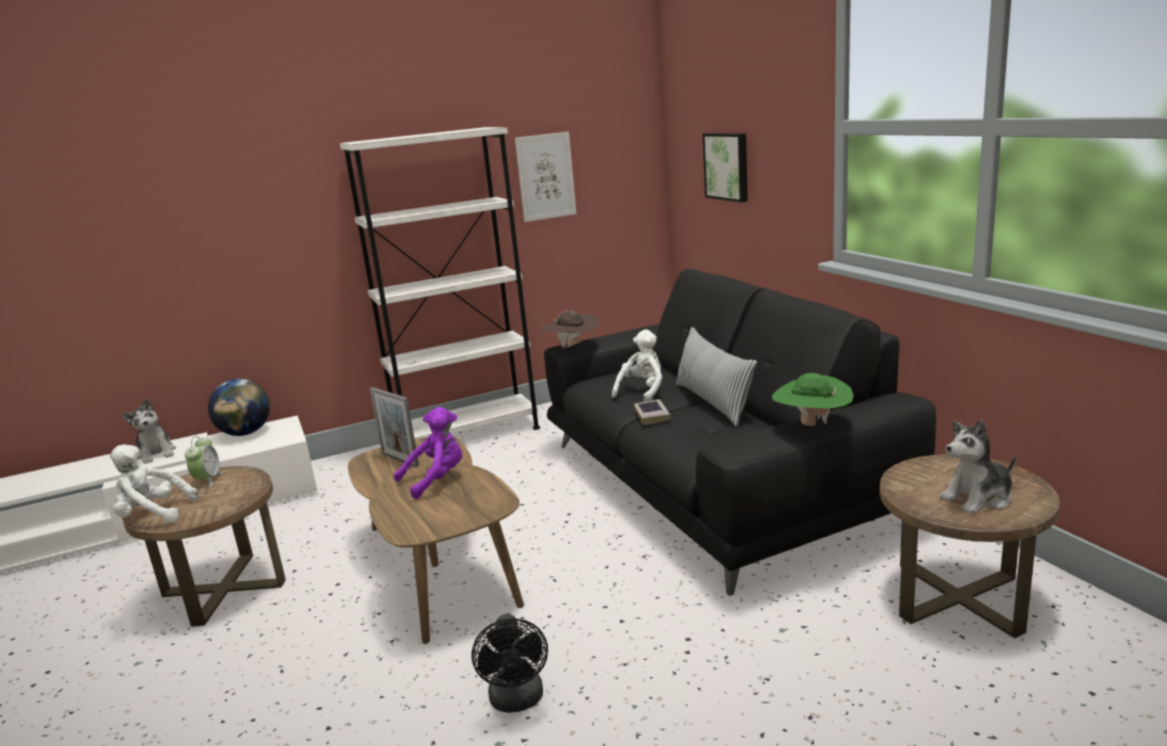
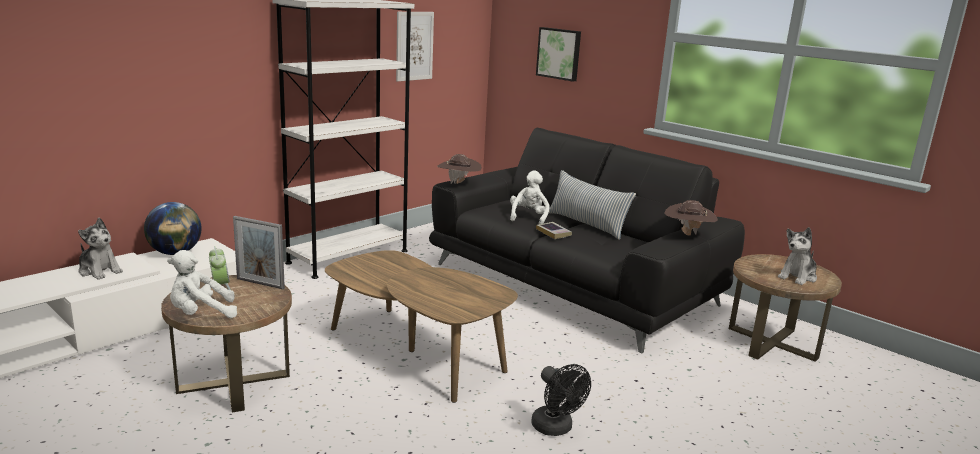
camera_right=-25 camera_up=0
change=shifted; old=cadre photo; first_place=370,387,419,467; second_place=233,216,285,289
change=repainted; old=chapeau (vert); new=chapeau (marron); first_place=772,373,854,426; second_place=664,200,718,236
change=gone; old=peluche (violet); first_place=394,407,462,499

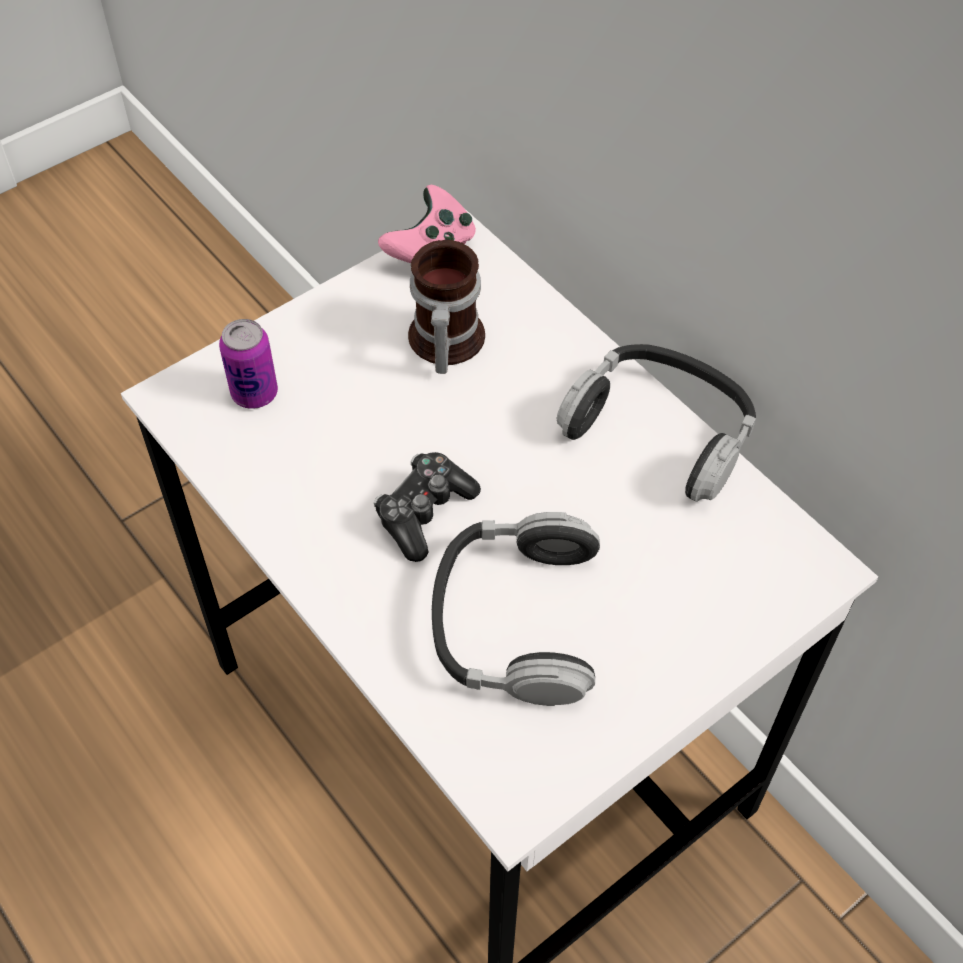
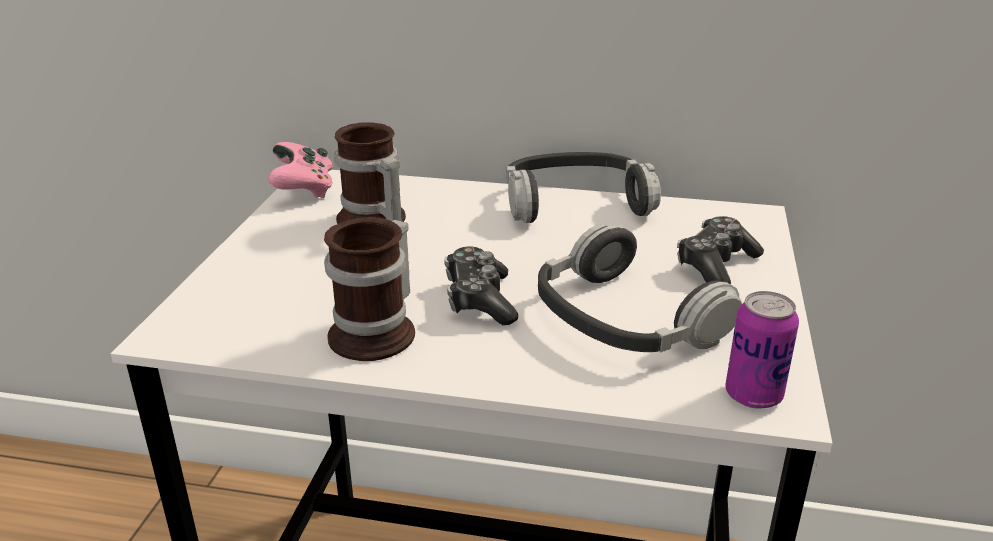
camera_right=-40 camera_up=-25
change=new; new=mug; second_place=324,217,415,361
change=new; new=manette; second_place=677,216,764,284
change=shifted; old=boîte métallique; first_place=219,319,278,409; second_place=725,291,799,409

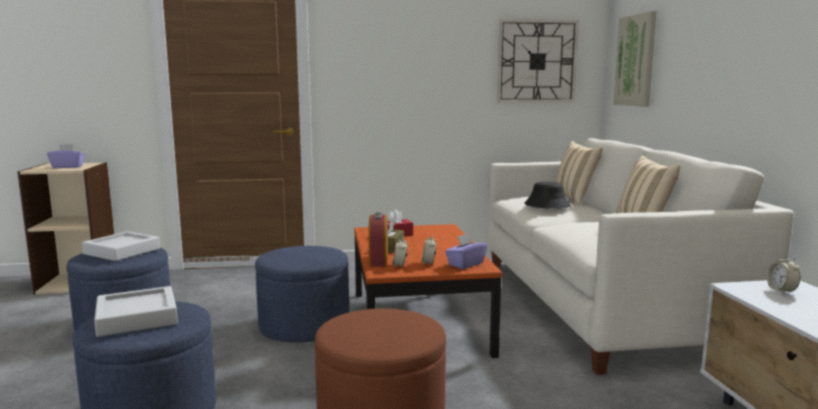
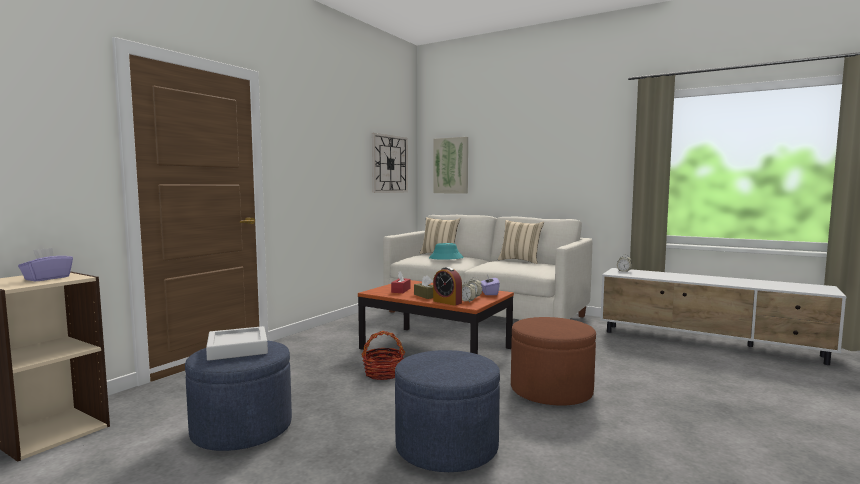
camera_right=-50 camera_up=-5
change=swapped; old=pouf (bleu); new=panier; first_place=255,246,349,343; second_place=361,331,405,380
change=repainted; old=chapeau (noir); new=chapeau (turquoise); first_place=525,182,571,209; second_place=429,243,464,260
change=gone; old=plateau (gris); first_place=94,286,178,337

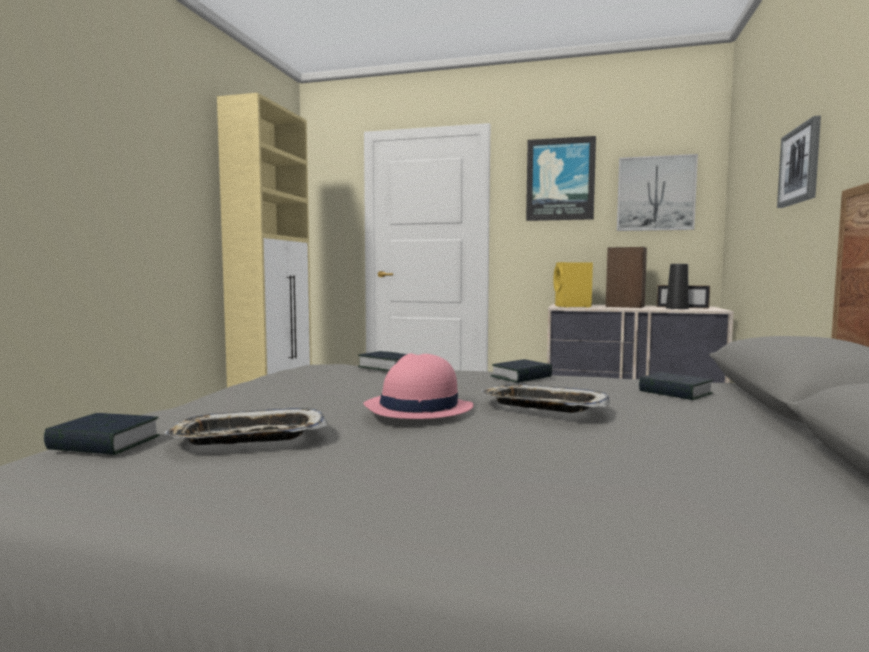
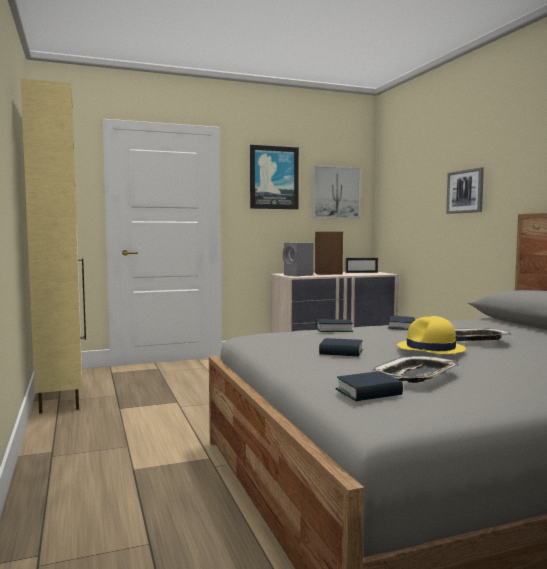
camera_right=-35 camera_up=0
change=repainted; old=enceinte (jaune); new=enceinte (gris); first_place=553,262,593,307; second_place=283,243,314,277
change=shifted; old=livre; first_place=639,372,713,400; second_place=319,338,363,357
change=repainted; old=chapeau (rose); new=chapeau (jaune); first_place=363,353,473,419; second_place=397,316,466,354
change=gone; old=vase (noir); first_place=666,264,689,309

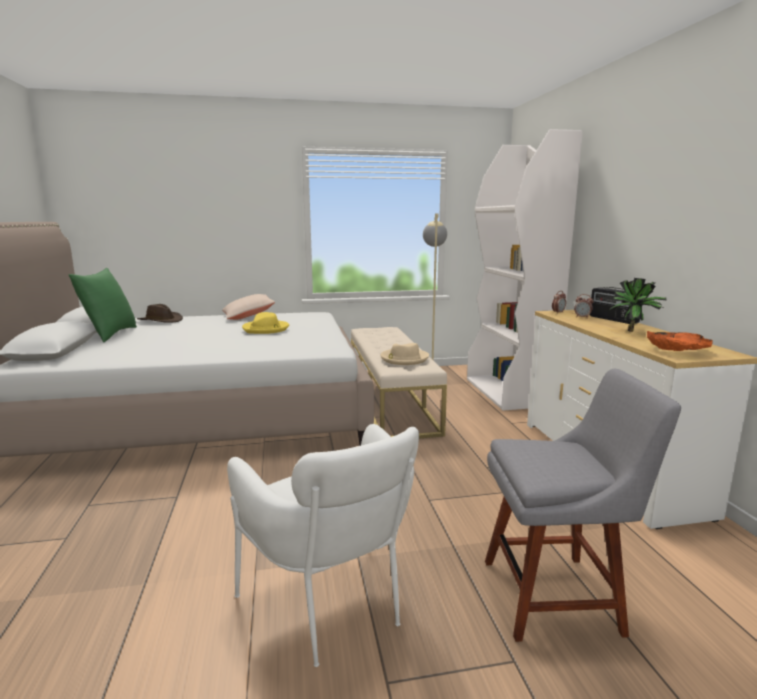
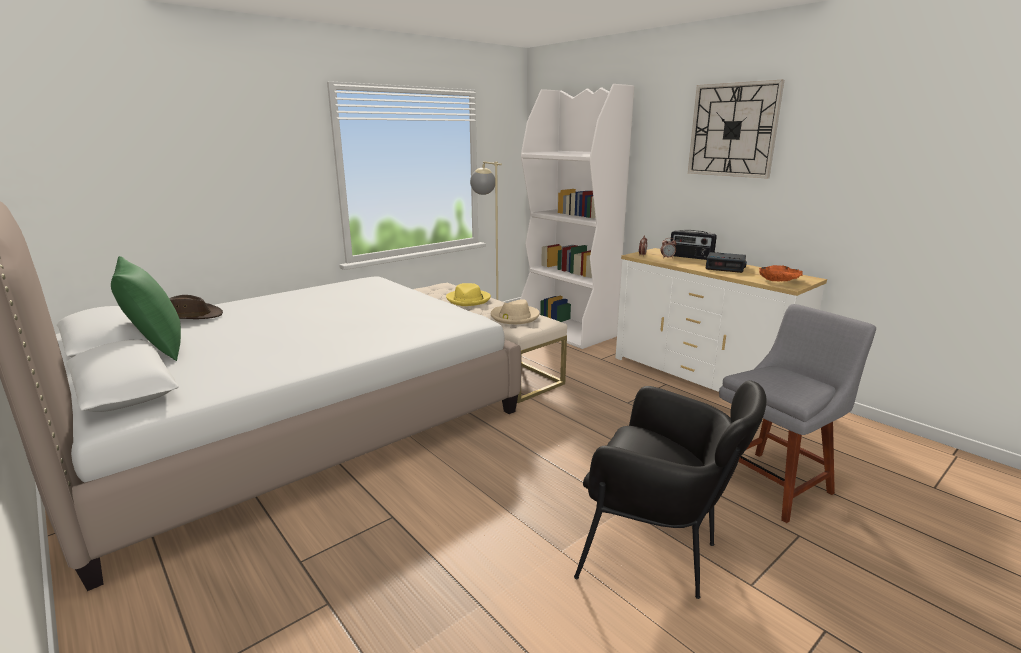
camera_right=-30 camera_up=5
change=shifted; old=chapeau (jaune); first_place=242,312,289,334; second_place=446,283,491,306
change=repainted; old=fauteuil (blanc); new=fauteuil (noir); first_place=227,424,419,667; second_place=574,380,766,599
change=new; new=horloge murale; second_place=688,79,784,179
change=swapped; old=plante en pot; new=réveil; first_place=609,278,667,332; second_place=706,252,747,273
change=gone; old=coussin (beige); first_place=222,294,275,320

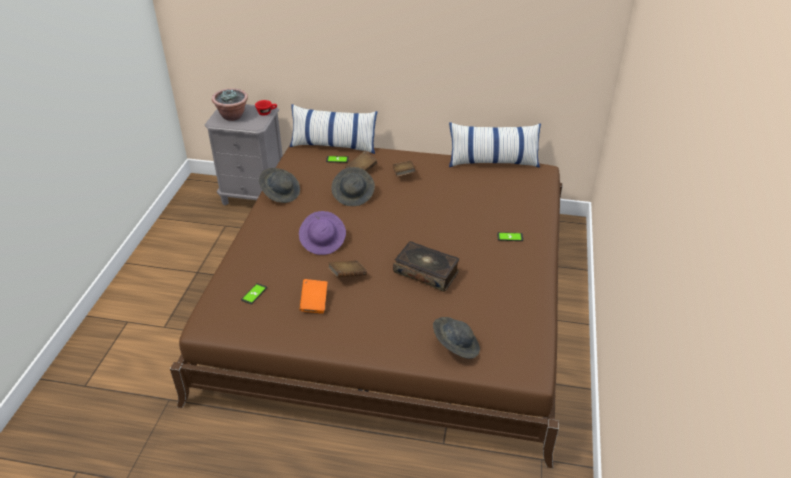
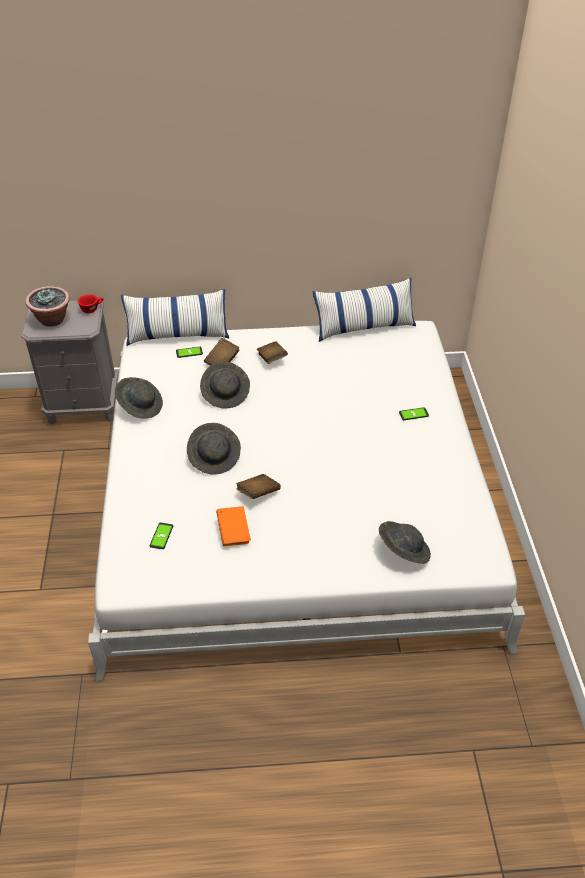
camera_right=-15 camera_up=5
change=repainted; old=lit (marron); new=lit (blanc); first_place=170,145,562,468; second_place=88,321,525,681
change=repainted; old=chapeau (violet); new=chapeau (gris); first_place=299,211,346,255; second_place=187,423,241,475
change=gone; old=livre; first_place=393,241,459,292

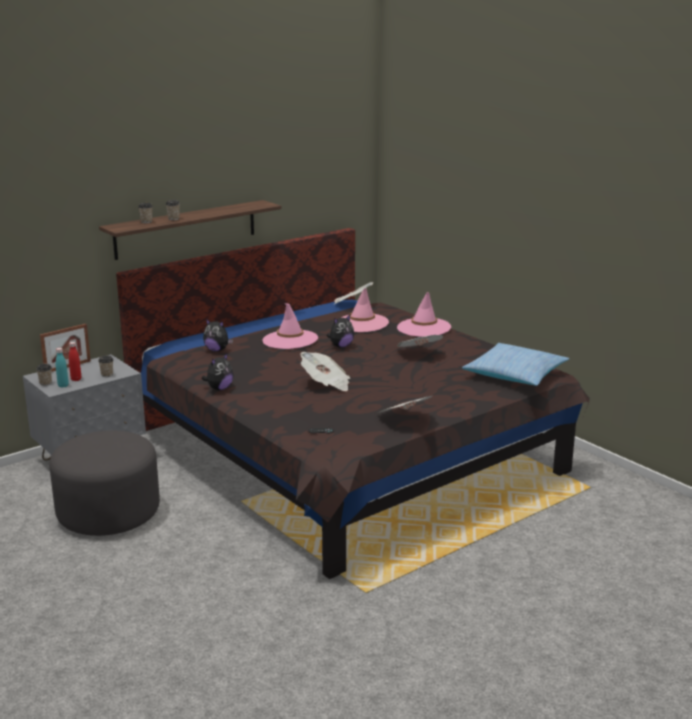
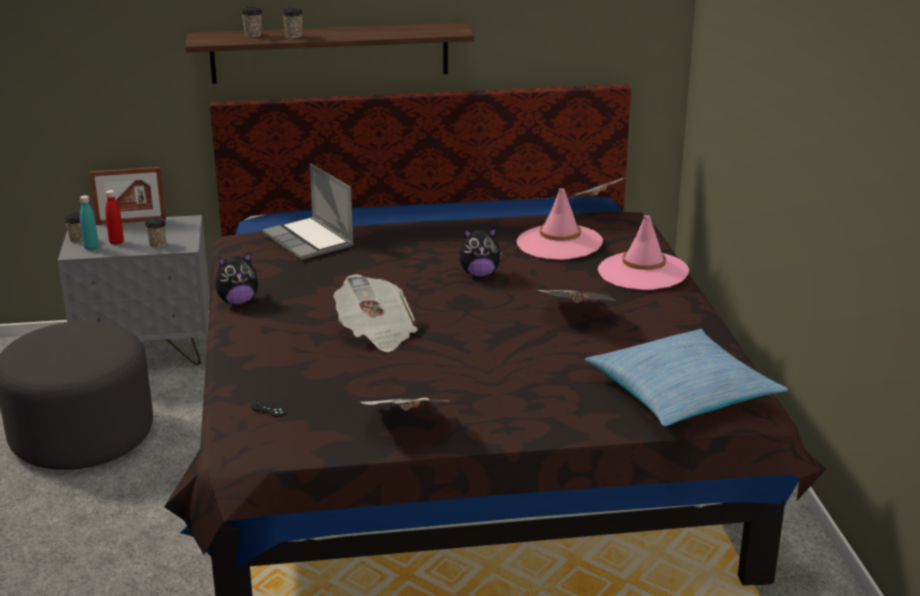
camera_right=30 camera_up=5
change=swapped; old=peluche; new=ordinateur portable; first_place=203,319,233,352; second_place=263,163,354,260
change=gone; old=chapeau (rose); first_place=263,303,318,349

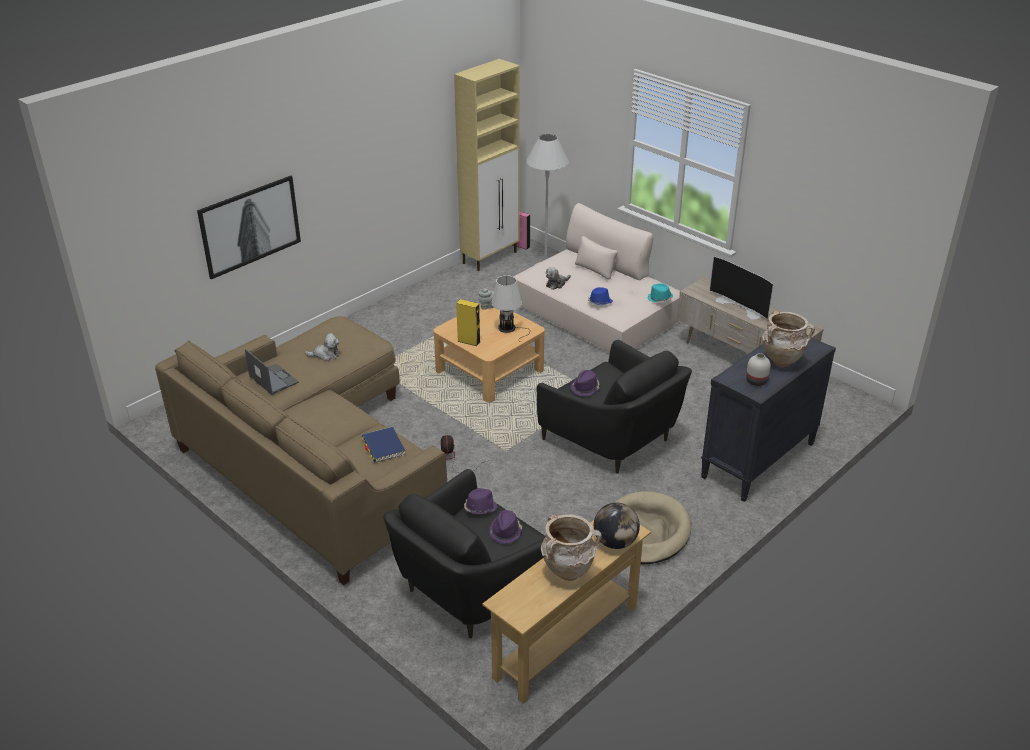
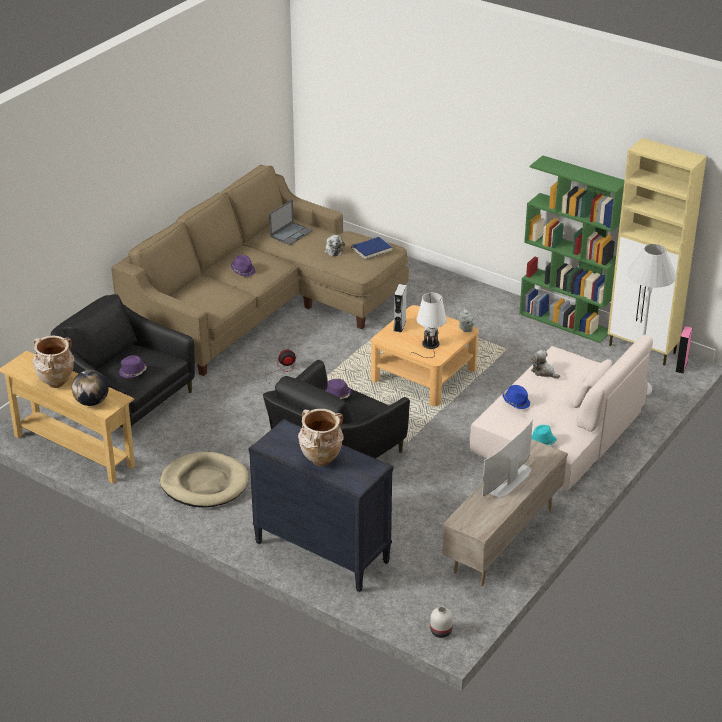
camera_right=80 camera_up=0
change=shifted; old=chapeau (violet); first_place=464,488,498,514; second_place=231,255,255,277
change=shifted; old=livre (bleu); first_place=362,427,405,462; second_place=351,237,392,260
change=repainted; old=enceinte (jaune); new=enceinte (gris); first_place=456,299,480,346; second_place=394,284,407,332
change=shifted; old=vase (blanc); first_place=746,353,771,386; second_place=430,606,453,638
change=new; new=bibliothèque (vert); second_place=519,155,624,343
change=gone; old=tableau; first_place=197,176,301,279

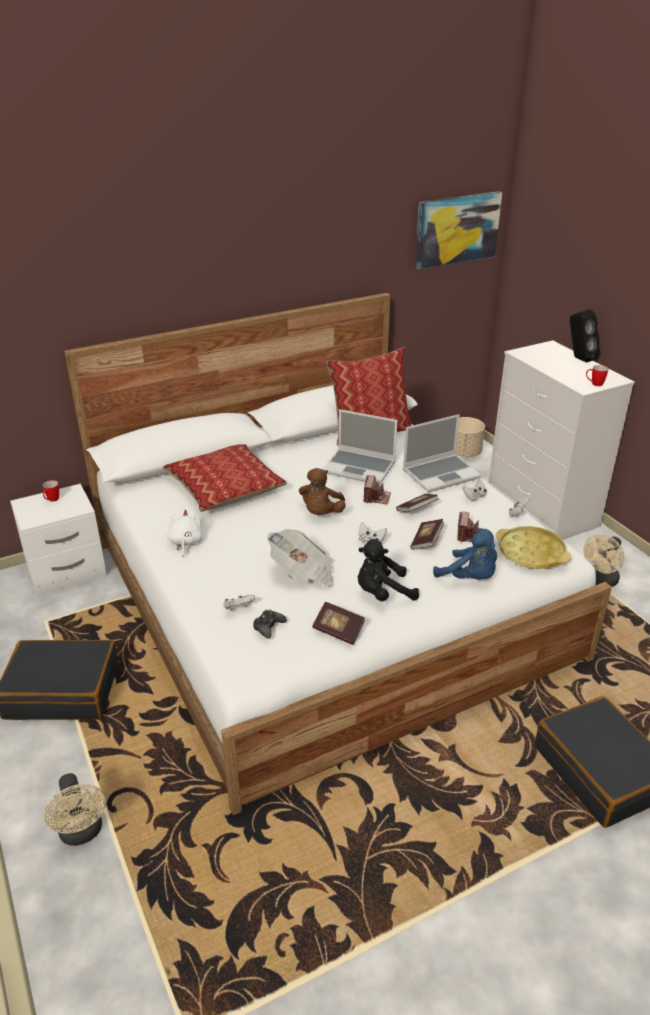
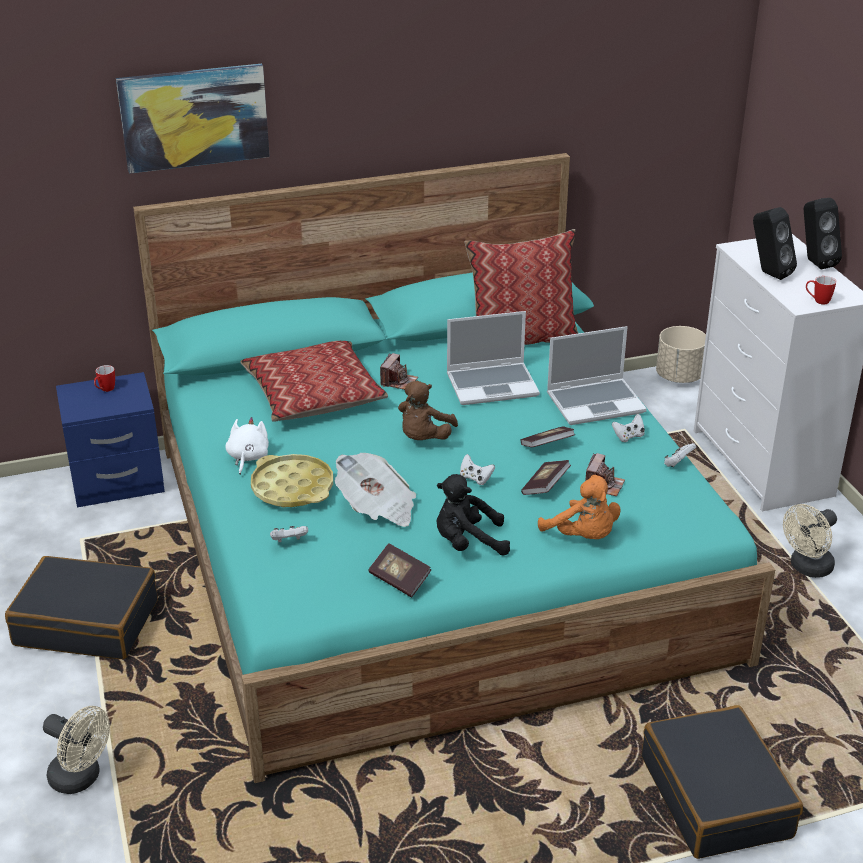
camera_right=10 camera_up=0
change=rotated; old=ventilateur (beige); first_place=44,773,106,846; second_place=43,706,110,794; degrees=-45
change=repainted; old=table de chevet (blanc); new=table de chevet (bleu); first_place=10,484,107,596; second_place=56,372,165,507
change=shifted; old=tableau; first_place=415,191,503,270; second_place=116,64,270,174
change=repainted; old=lit (blanc); new=lit (turquoise); first_place=64,293,612,815; second_place=133,153,775,783
change=shifted; old=plateau (jaune); first_place=496,526,571,569; second_place=251,454,333,507
change=shifted; old=appareil photo; first_place=364,475,391,504; second_place=380,353,418,390
change=rotated; old=ordinateur portable; first_place=323,409,397,485; second_place=447,311,540,405; degrees=-45
change=repainted; old=peluche (bleu); new=peluche (orange); first_place=433,528,497,579; second_place=538,475,620,539
change=new; new=enceinte (noir); second_place=753,207,797,280
change=gone; old=manette (noir); first_place=253,610,287,639

